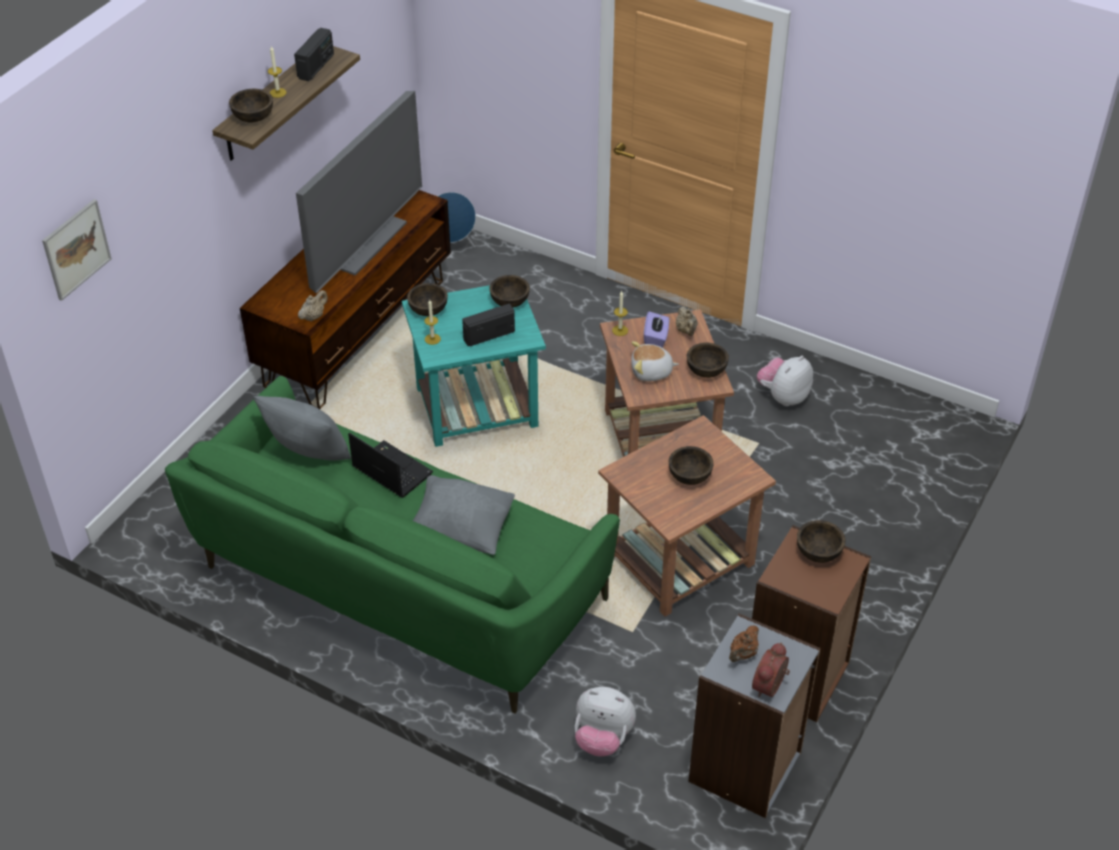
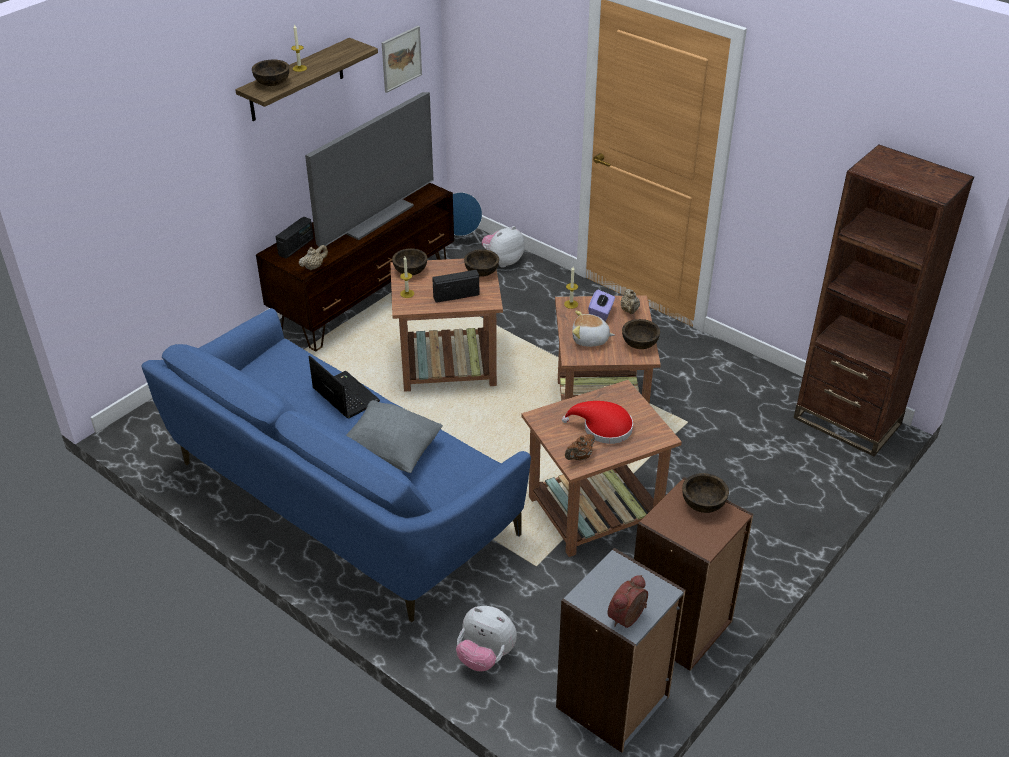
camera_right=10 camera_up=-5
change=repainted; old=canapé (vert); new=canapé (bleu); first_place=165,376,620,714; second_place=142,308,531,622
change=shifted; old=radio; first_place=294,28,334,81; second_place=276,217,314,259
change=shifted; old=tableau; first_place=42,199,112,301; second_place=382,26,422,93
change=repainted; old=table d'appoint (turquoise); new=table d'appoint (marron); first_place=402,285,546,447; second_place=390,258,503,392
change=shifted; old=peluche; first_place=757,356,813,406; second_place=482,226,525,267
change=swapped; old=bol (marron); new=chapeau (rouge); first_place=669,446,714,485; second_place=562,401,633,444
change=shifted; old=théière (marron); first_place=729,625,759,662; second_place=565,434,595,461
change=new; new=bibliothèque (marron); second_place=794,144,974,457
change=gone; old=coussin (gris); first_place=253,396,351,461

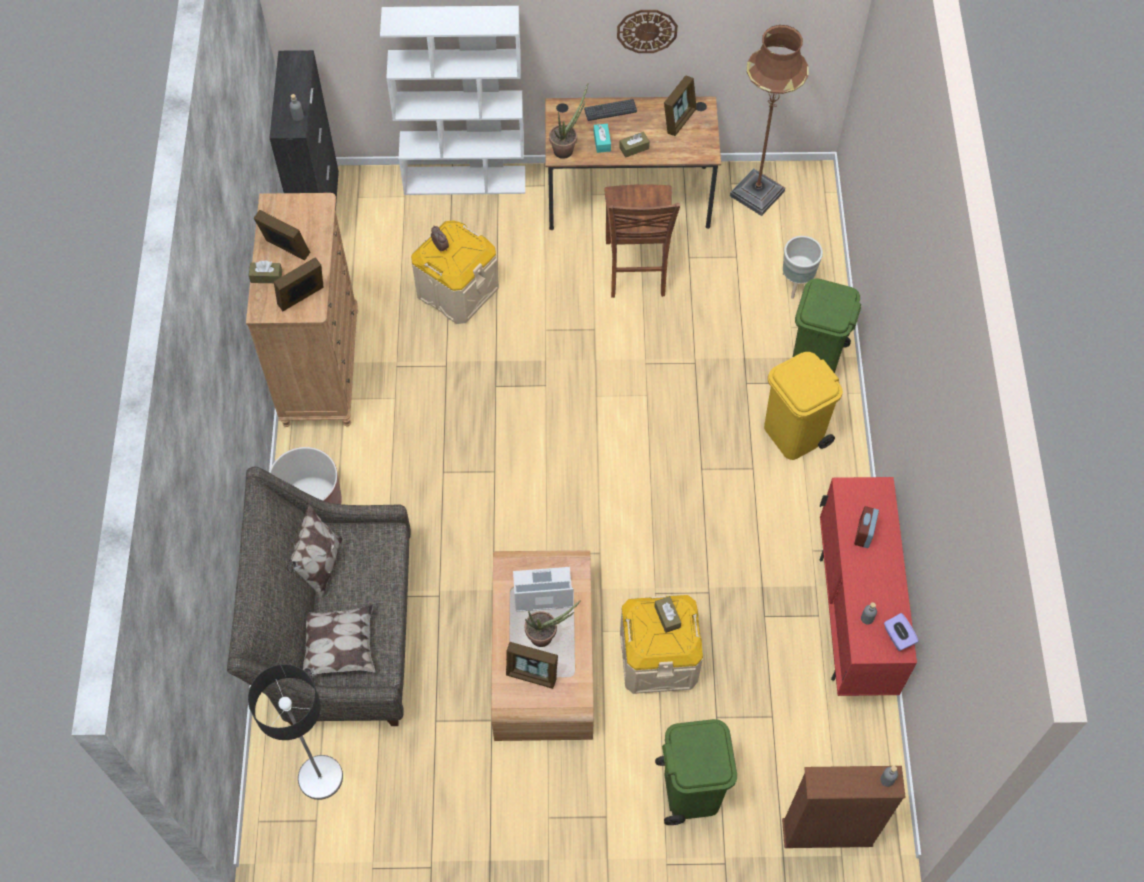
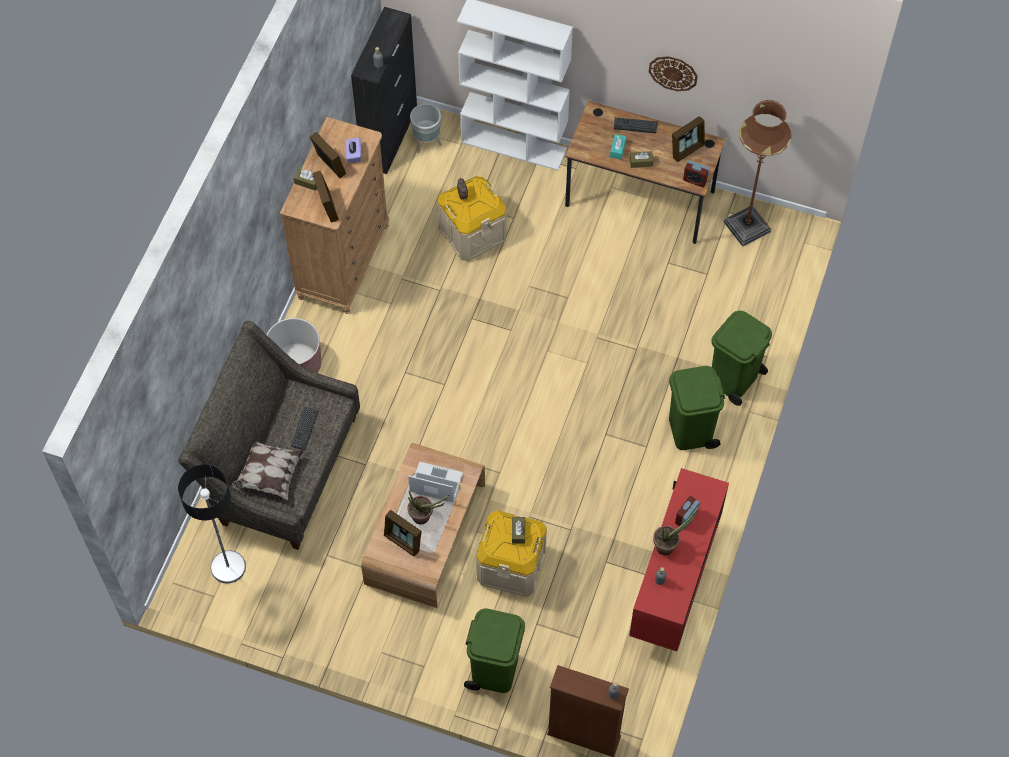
camera_right=20 camera_up=0
change=new; new=clavier; second_place=291,407,318,450
change=rotated; old=cadre photo; first_place=274,257,324,311; second_place=312,171,339,223; degrees=90
change=shifted; old=boîte à mouchoirs (violet); first_place=884,613,919,651; second_place=345,137,361,163
change=shifted; old=cache-pot (gris); first_place=783,236,823,299; second_place=410,104,442,153
change=shifted; old=plante en pot; first_place=549,84,588,159; second_place=653,505,700,555
change=repainted; old=poubelle (jaune); new=poubelle (vert); first_place=764,352,843,460; second_place=669,366,725,450
change=new; new=réveil; second_place=683,160,709,187
change=gone; old=coussin; first_place=286,504,342,601
change=gone; old=chaise (marron); first_place=604,184,680,298

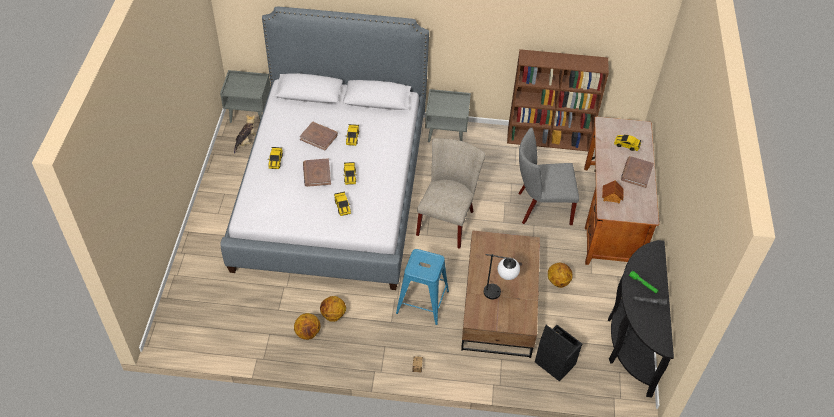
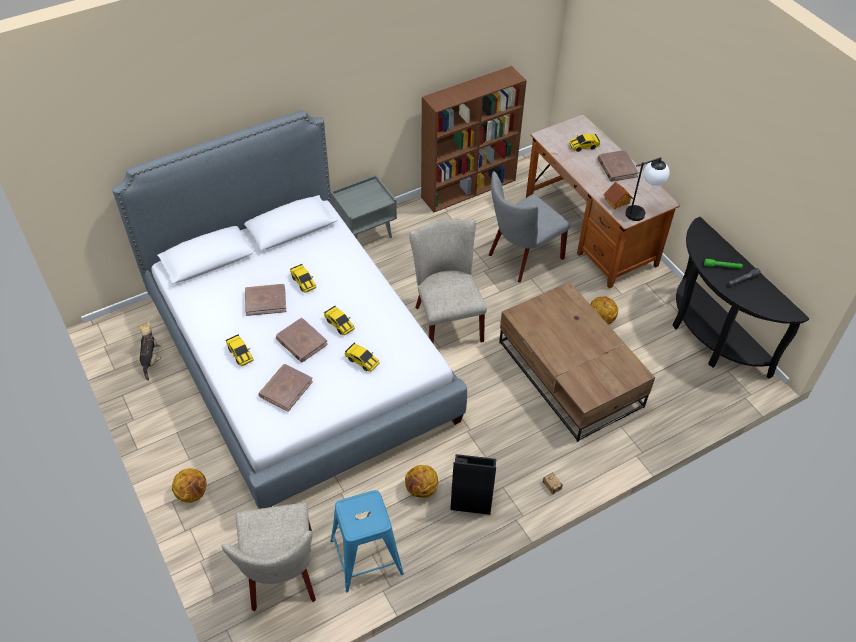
camera_right=-35 camera_up=0
change=shifted; old=ballon de basket; first_place=294,313,320,340; second_place=172,468,206,503
change=new; new=chaise (beige); second_place=222,503,316,612
change=new; new=livre (marron); second_place=258,364,313,412
change=shifted; old=tabouret (bleu); first_place=396,249,449,325; second_place=331,490,404,592
change=shifted; old=boîte de rangement (noir); first_place=535,325,582,382; second_place=450,454,496,515
change=shifted; old=lampe de table; first_place=484,254,520,299; second_place=625,157,670,221
change=gone; old=table de chevet (gris); first_place=220,70,271,123

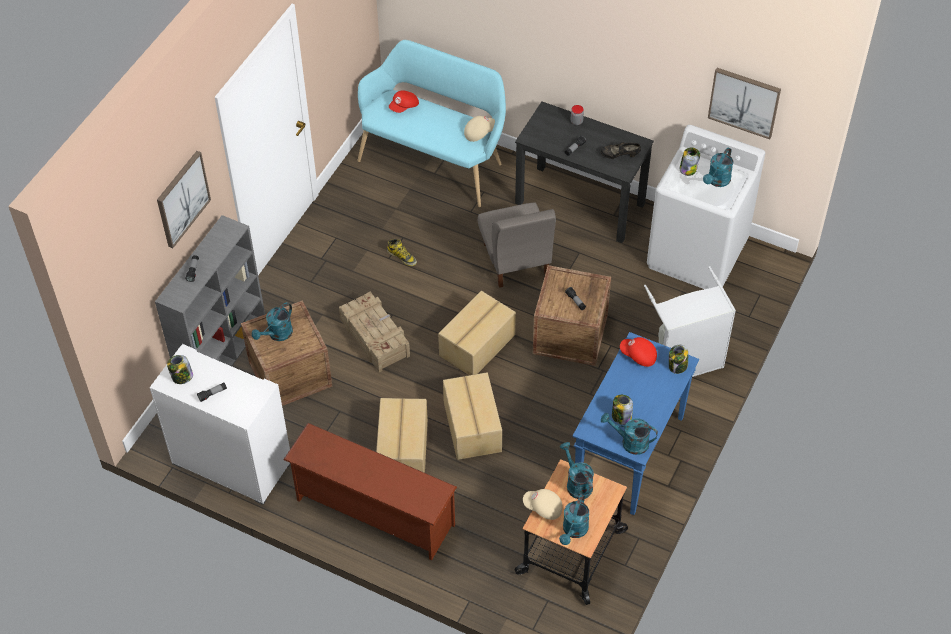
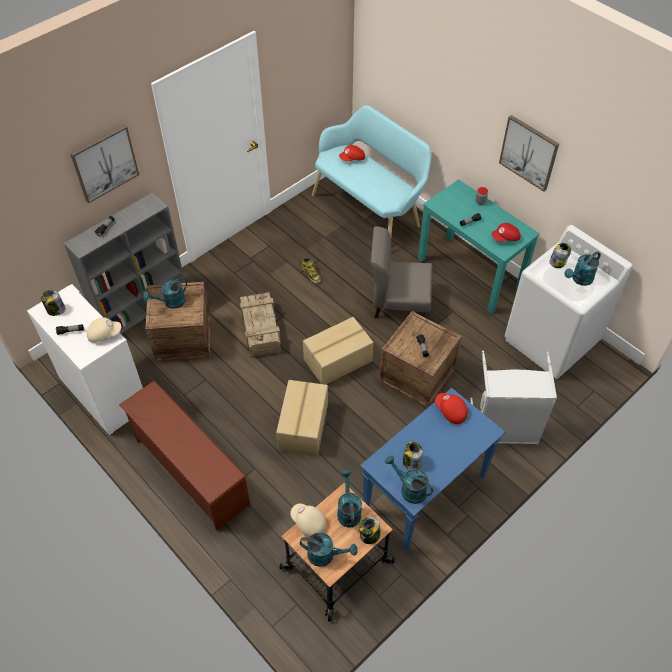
camera_right=20 camera_up=0
change=shifted; old=casquette (beige); first_place=464,116,495,142; second_place=87,317,121,343
change=rotated; old=arrosoir (turquoise); first_place=559,494,589,545; second_place=300,532,358,567; degrees=-120
change=shifted; old=bocal; first_place=669,345,688,374; second_place=359,517,381,544
change=rotated; old=chaise (gris); first_place=478,202,556,288; second_place=371,226,432,318; degrees=90
change=repainted; old=bureau (noir); new=bureau (turquoise); first_place=515,101,654,243; second_place=418,179,540,314
change=swapped; old=chaussure (noir); new=casquette (rouge); first_place=601,142,641,159; second_place=491,223,521,242
change=shifted; old=tableau; first_place=708,68,781,139; second_place=499,115,559,192
change=gone; old=carton; first_place=376,398,428,473

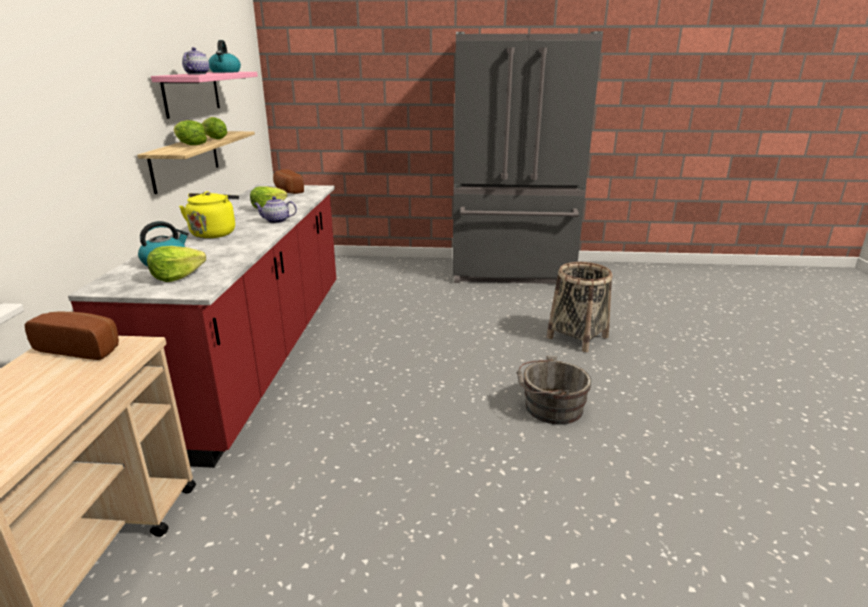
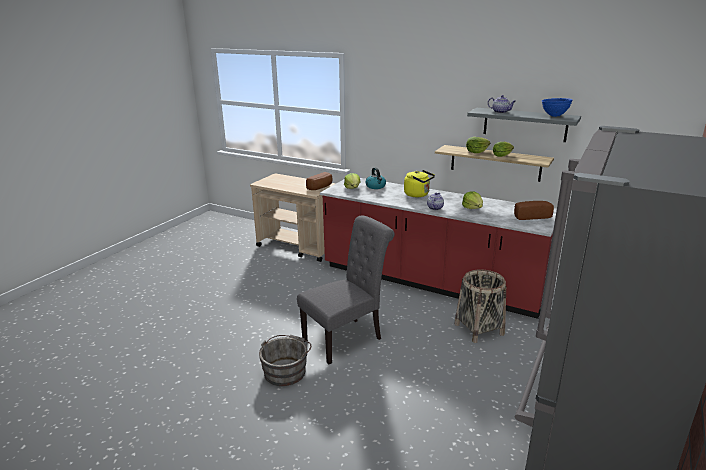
camera_right=115 camera_up=0
change=new; new=chaise (gris); second_place=297,215,395,364
change=shifted; old=panier; first_place=547,262,612,352; second_place=454,269,506,343
change=repainted; old=étagère (rose); new=étagère (gris); first_place=151,72,258,119; second_place=467,108,581,142
change=swapped; old=bouilloire; new=bol (bleu); first_place=209,40,241,73; second_place=541,98,573,117

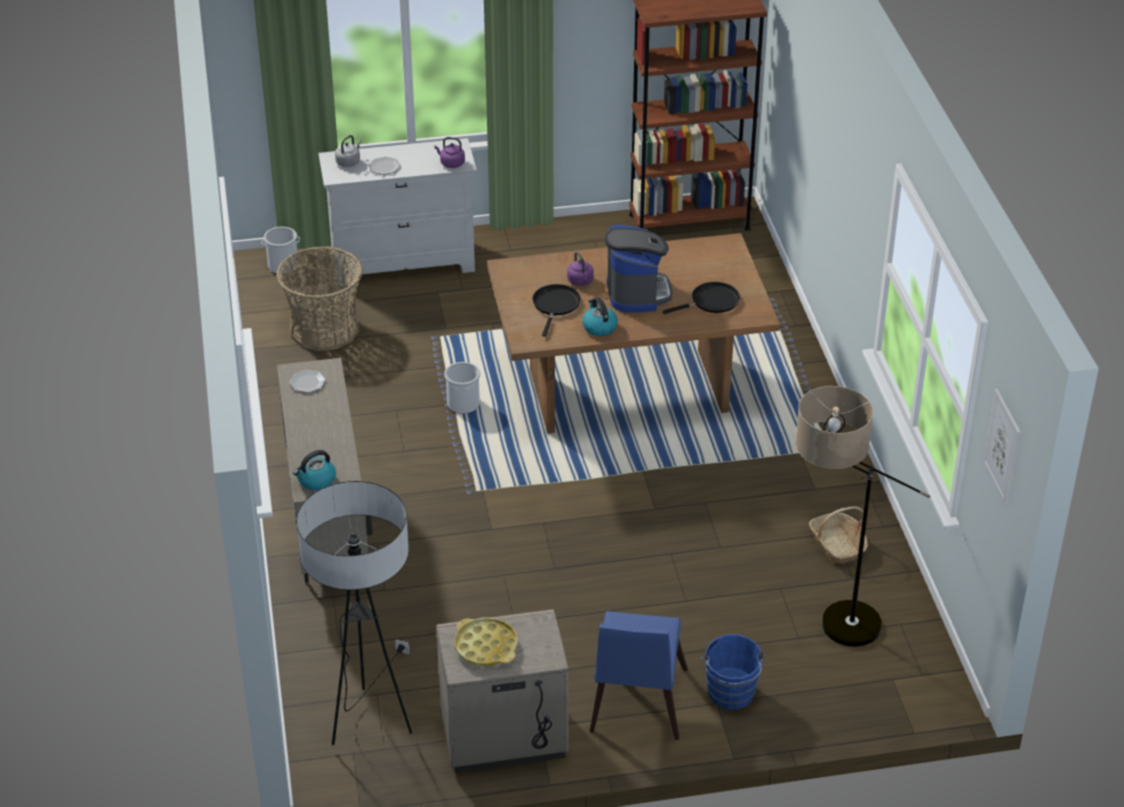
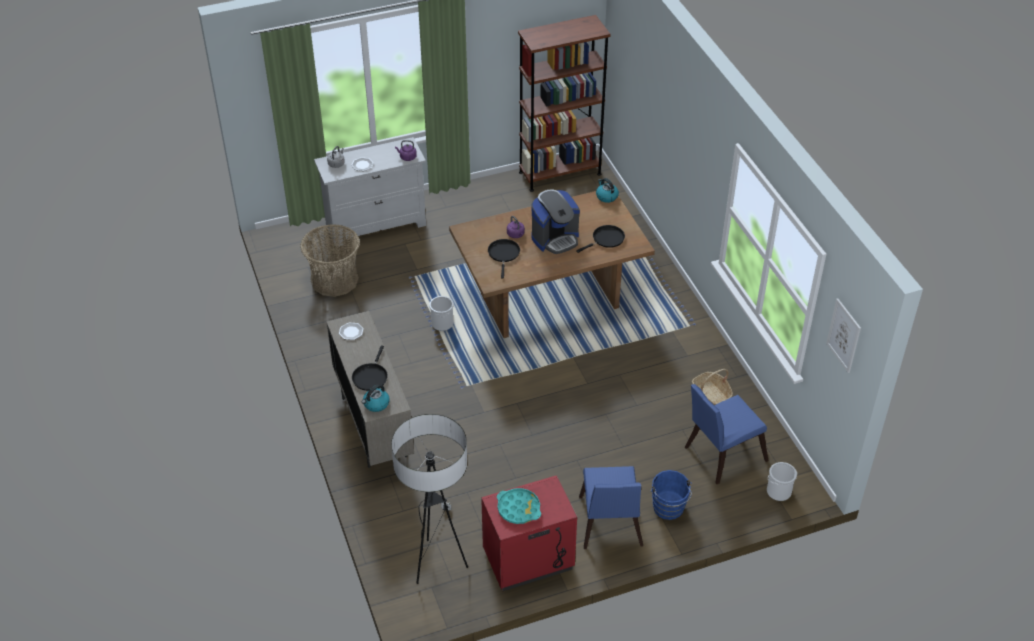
camera_right=-10 camera_up=5
change=new; new=poêle (noir); second_place=352,345,388,391
change=repainted; old=table de chevet (beige); new=table de chevet (rouge); first_place=436,609,569,773; second_place=481,475,577,591
change=repainted; old=plateau (jaune); new=plateau (turquoise); first_place=454,617,518,666; second_place=497,488,541,524
change=rotated; old=machine à café; first_place=605,224,672,313; second_place=531,189,580,254; degrees=75
change=shifted; old=bouilloire; first_place=582,298,618,336; second_place=596,178,619,203
change=swapped; old=lampadaire; new=chaise (bleu); first_place=795,386,930,647; second_place=685,384,769,484
change=shifted; old=seau; first_place=262,227,300,274; second_place=767,462,797,501

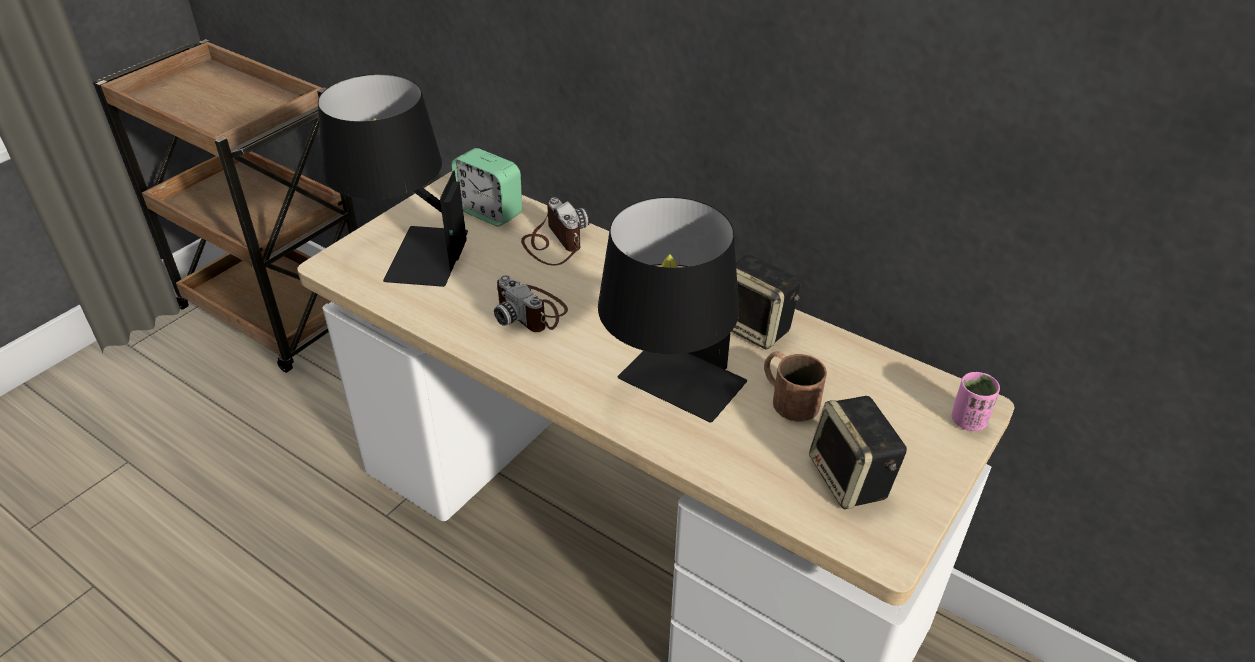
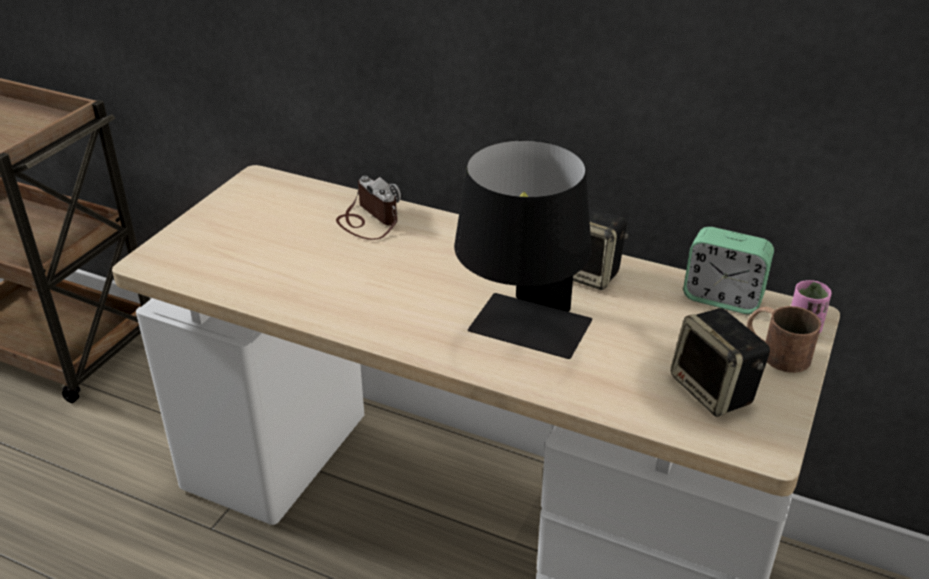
camera_right=-10 camera_up=-5
change=shifted; old=réveil; first_place=451,148,522,227; second_place=683,227,774,314
change=shifted; old=mug (marron); first_place=764,351,827,421; second_place=747,306,821,373
change=gone; old=lampe de table (noir); first_place=318,74,468,287
change=gone; old=appareil photo; first_place=494,275,568,332

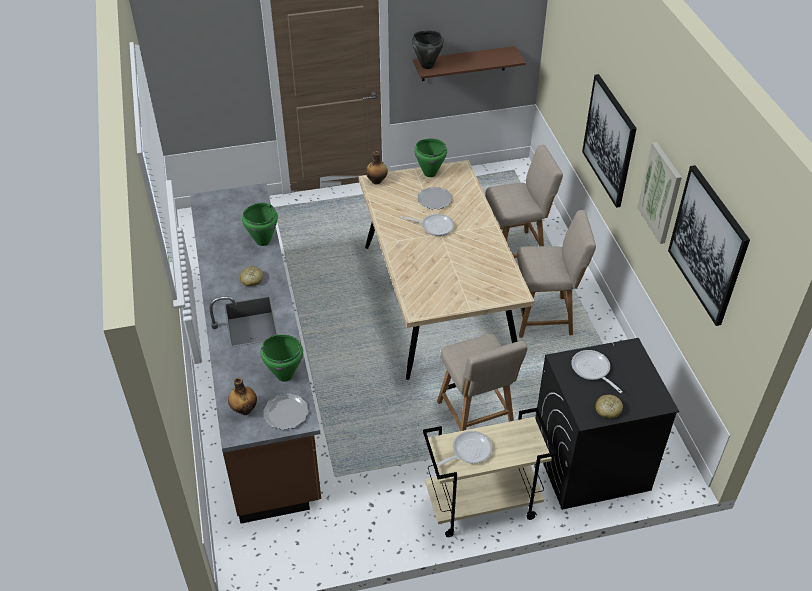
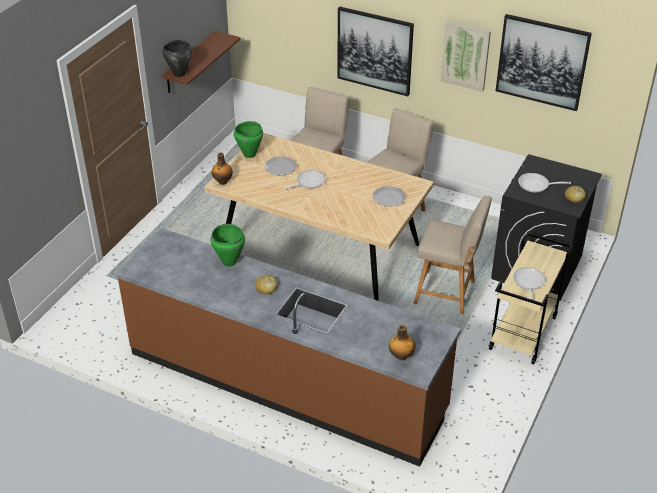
camera_right=-50 camera_up=-5
change=shifted; old=assiette; first_place=263,393,309,430; second_place=373,186,406,207
change=gone; old=marmite (vert); first_place=261,334,303,382

